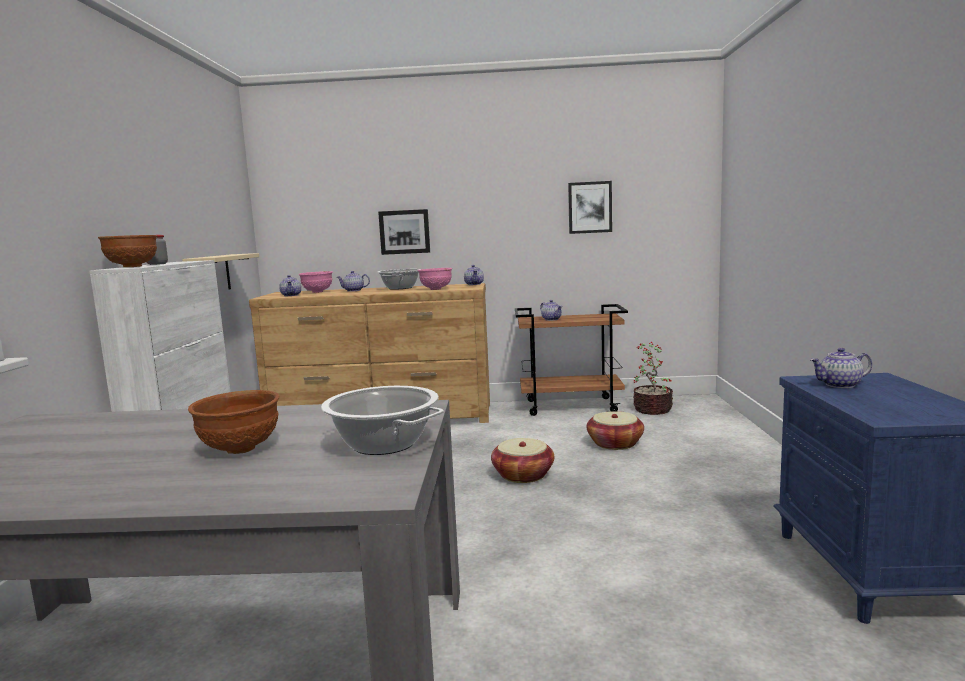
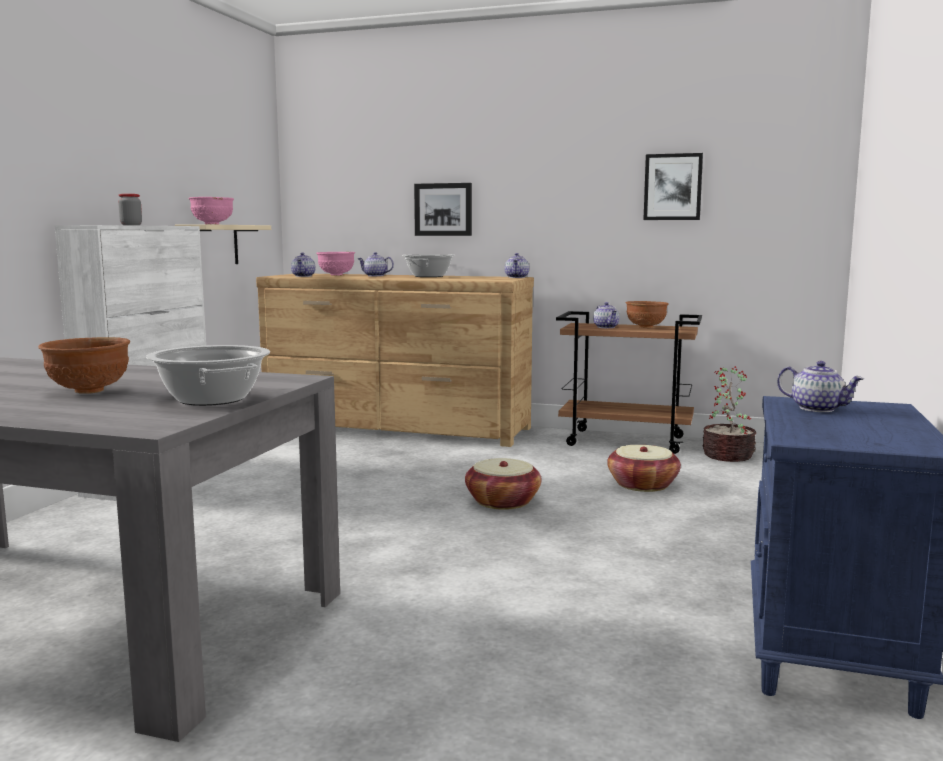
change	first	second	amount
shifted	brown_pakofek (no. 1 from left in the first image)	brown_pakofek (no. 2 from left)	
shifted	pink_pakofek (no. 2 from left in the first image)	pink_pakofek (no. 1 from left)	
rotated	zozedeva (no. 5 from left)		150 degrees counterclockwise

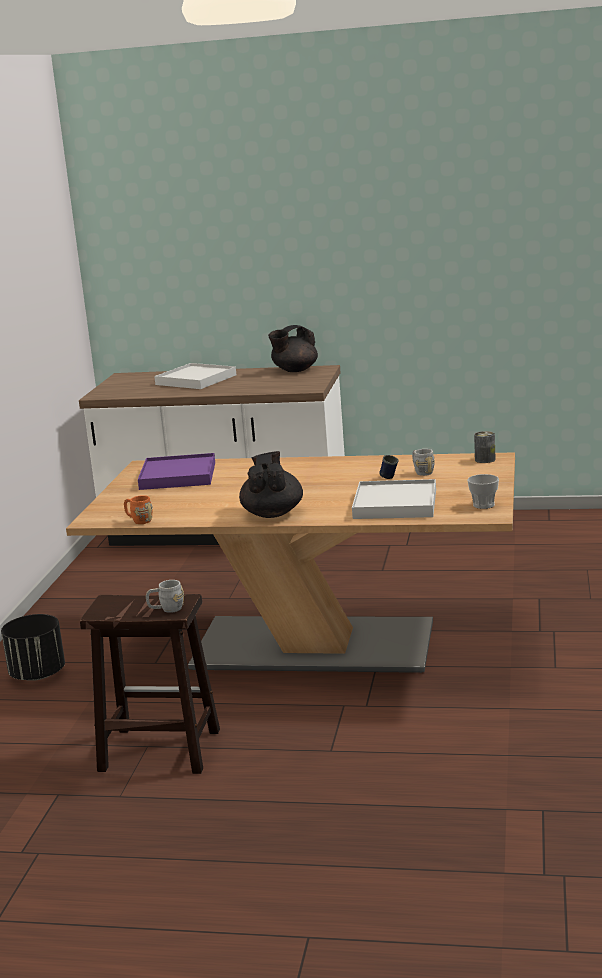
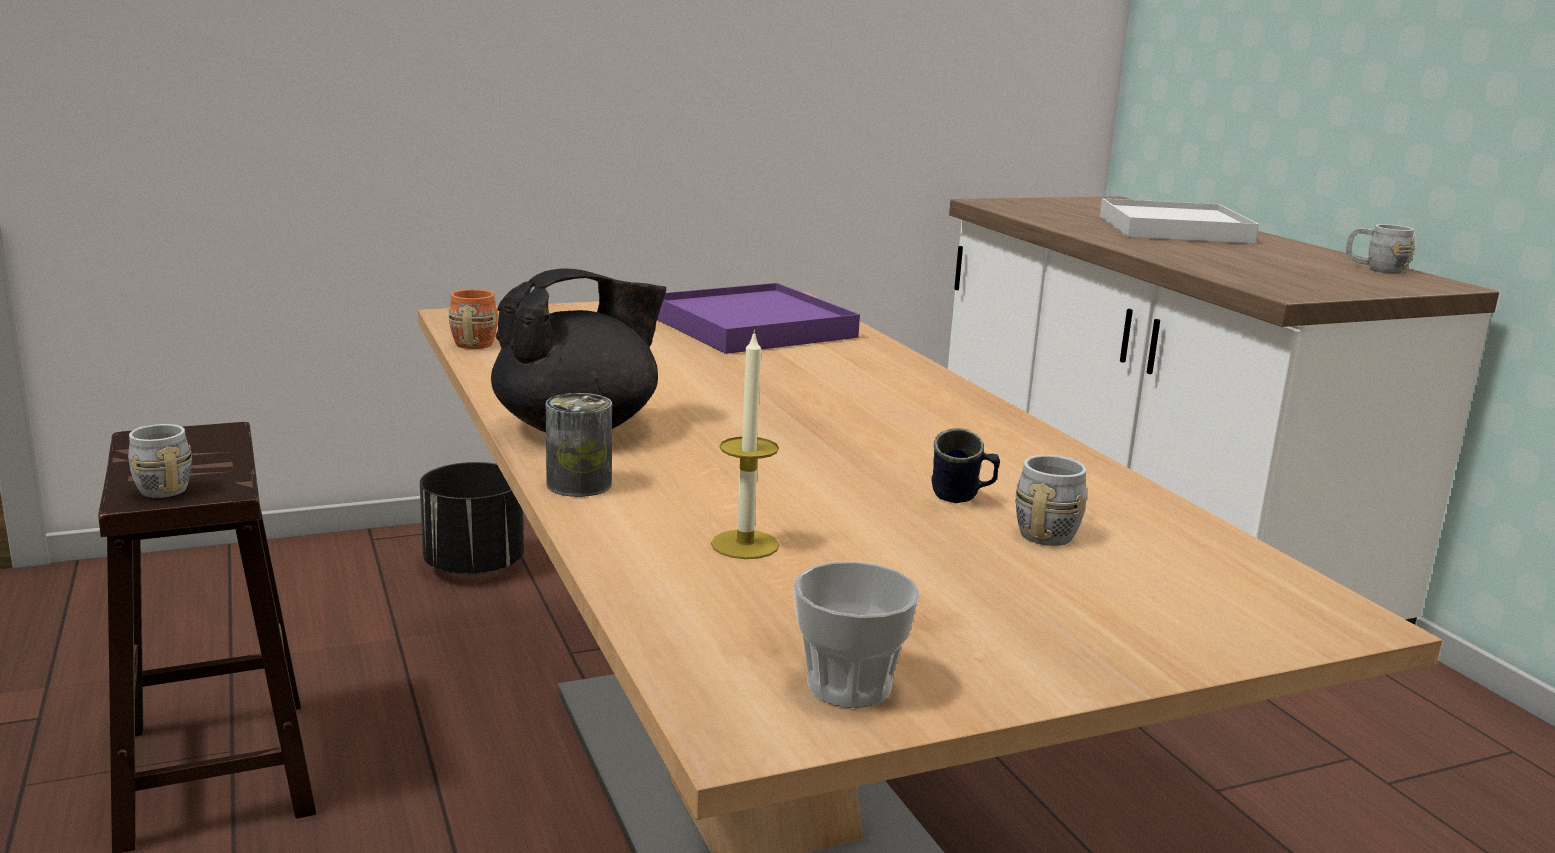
change	first	second	amount
swapped	black_zozedeva (no. 2 from left)	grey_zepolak (no. 3 from left)	
shifted	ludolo		
swapped	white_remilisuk (no. 2 from left)	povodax	

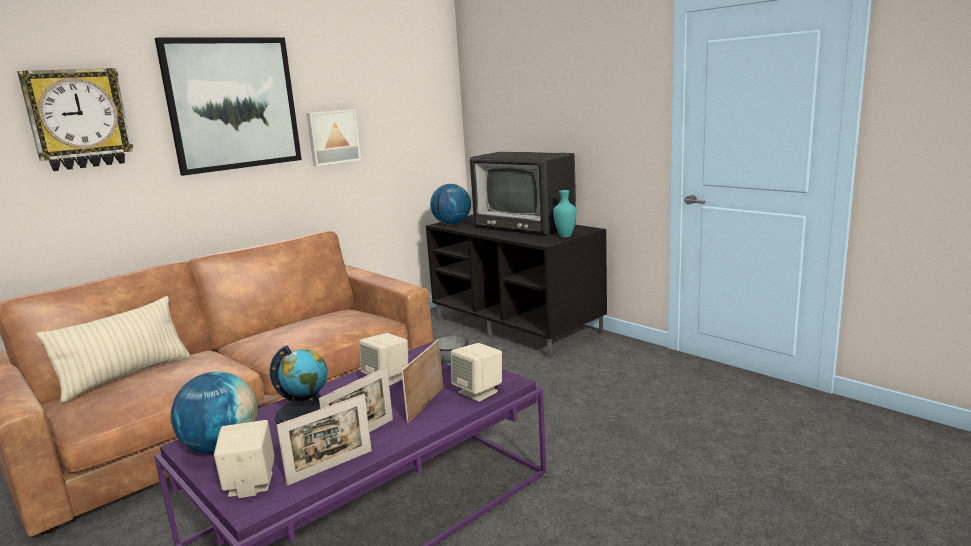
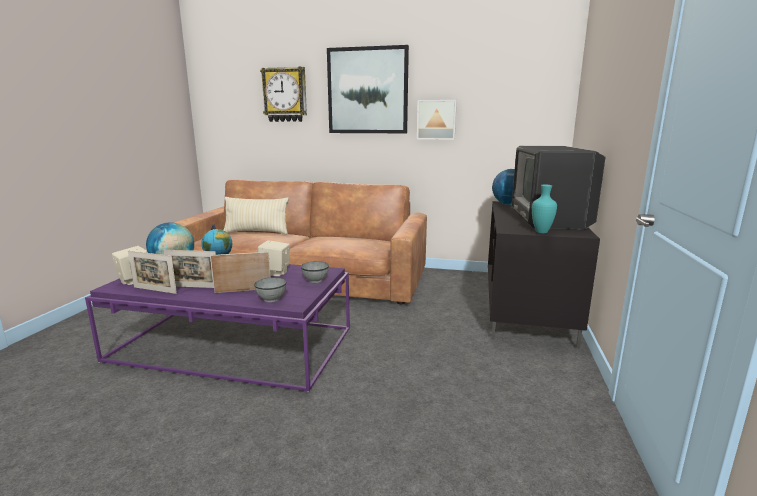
change	first	second	amount
swapped	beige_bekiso (no. 3 from left)	grey_pakofek (no. 1 from left)	

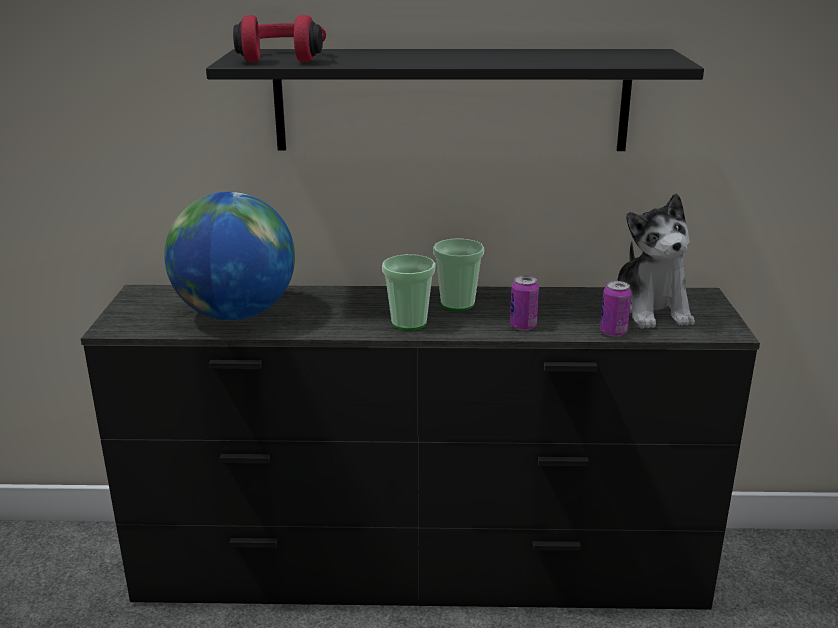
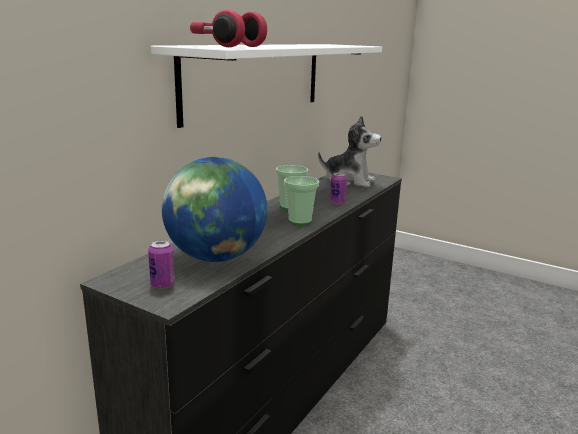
change	first	second	amount
repainted	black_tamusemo	white_tamusemo	
shifted	ludolo (no. 2 from left in the first image)	ludolo (no. 1 from left)	

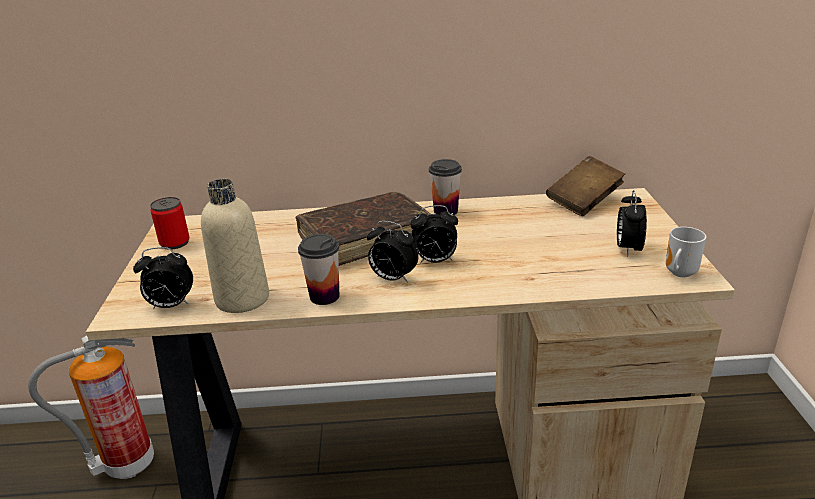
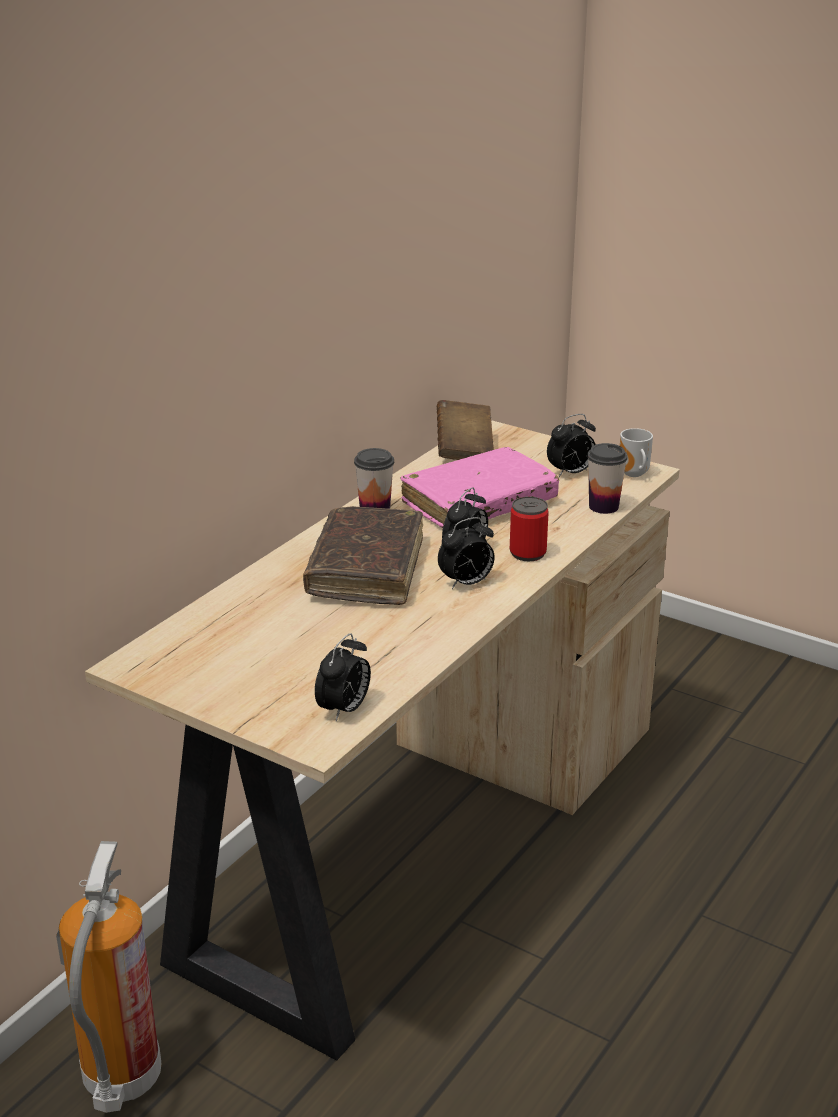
change	first	second	amount
gone	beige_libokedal		
rotated	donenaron (no. 4 from left)		75 degrees counterclockwise
shifted	ludolo		
shifted	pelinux (no. 1 from left in the first image)	pelinux (no. 2 from left)	
new		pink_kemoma	

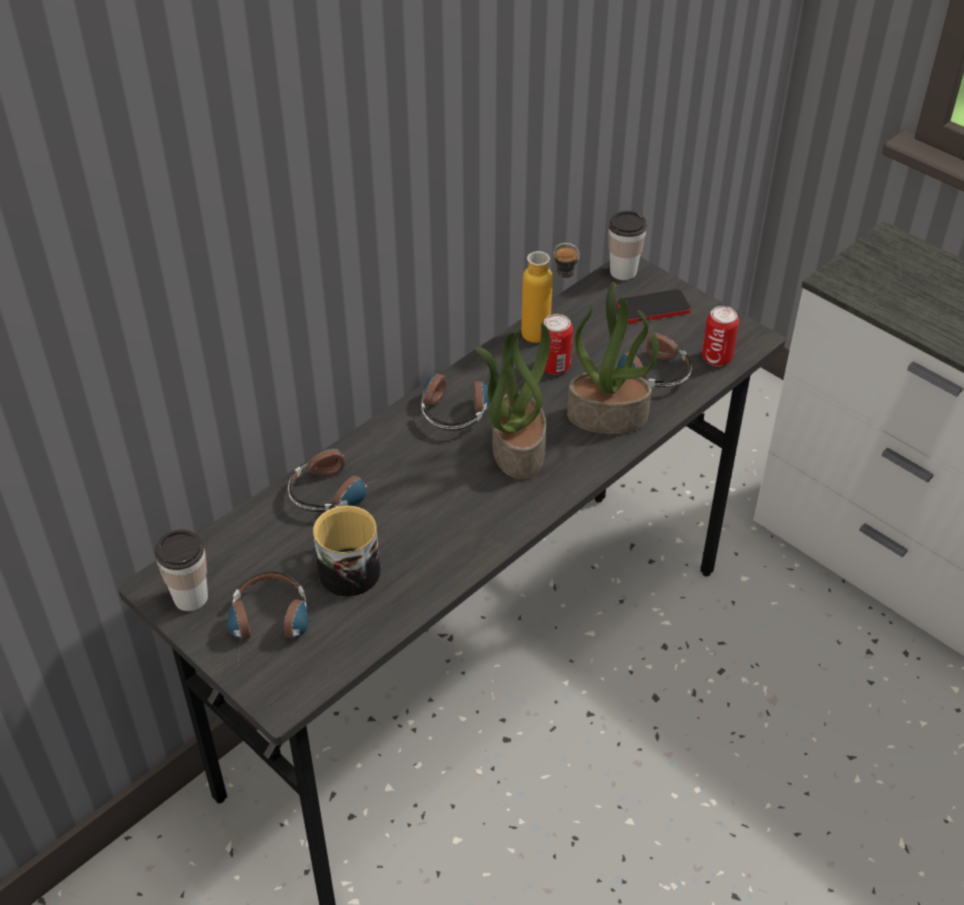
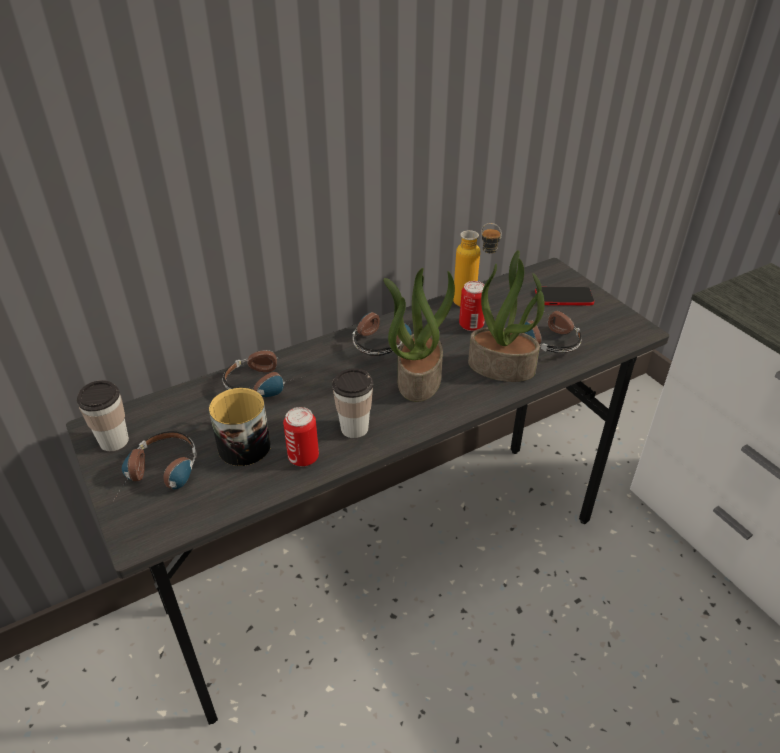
change	first	second	amount
shifted	pelinux (no. 2 from left)		
shifted	ludolo (no. 2 from left in the first image)	ludolo (no. 1 from left)	

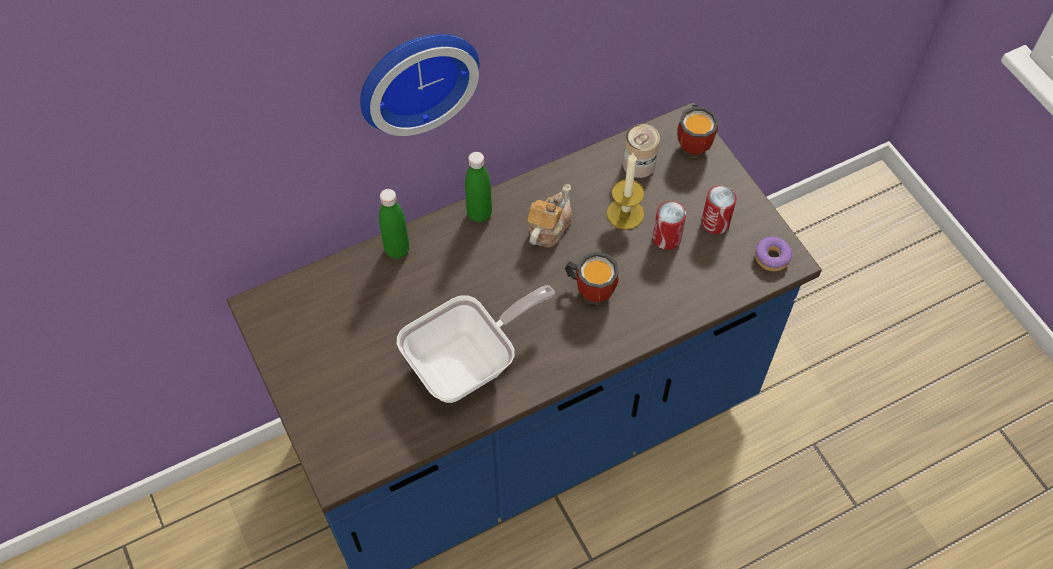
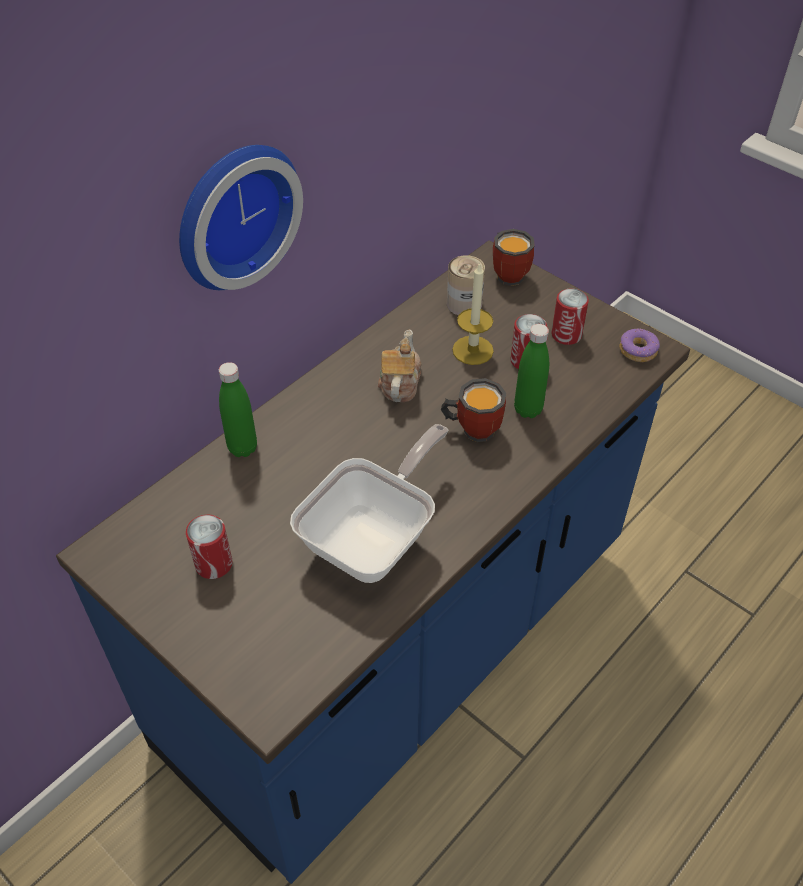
change	first	second	amount
shifted	green_libokedal (no. 2 from left)		
new		ludolo (no. 1 from left)	

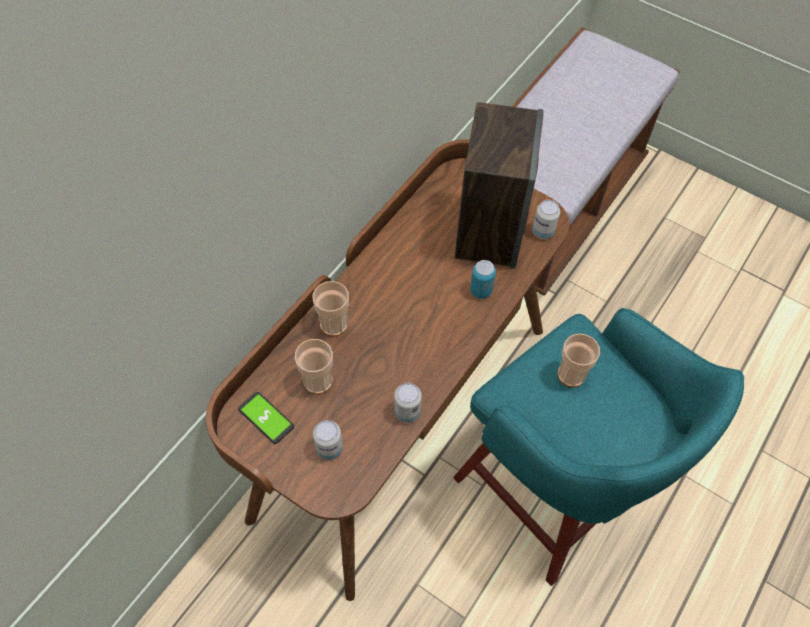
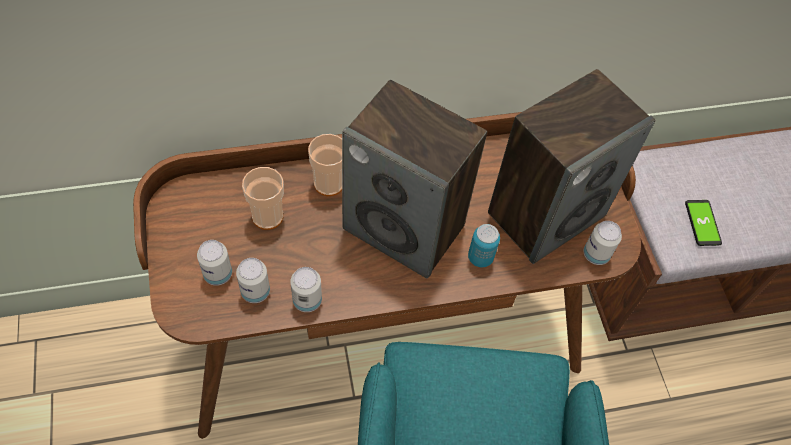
change	first	second	amount
gone	pelinux (no. 3 from left)		
shifted	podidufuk		
new		bekiso (no. 1 from left)	
new		ludolo (no. 2 from left)	

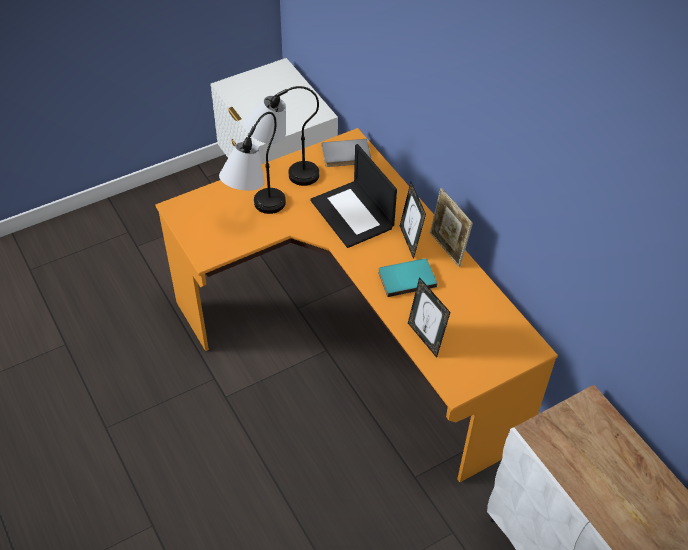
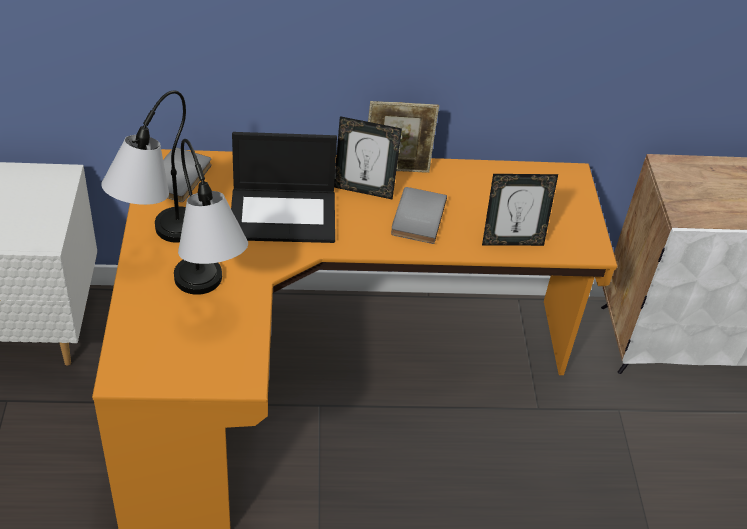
change	first	second	amount
repainted	turquoise_kemoma	grey_kemoma (no. 2 from left)	

